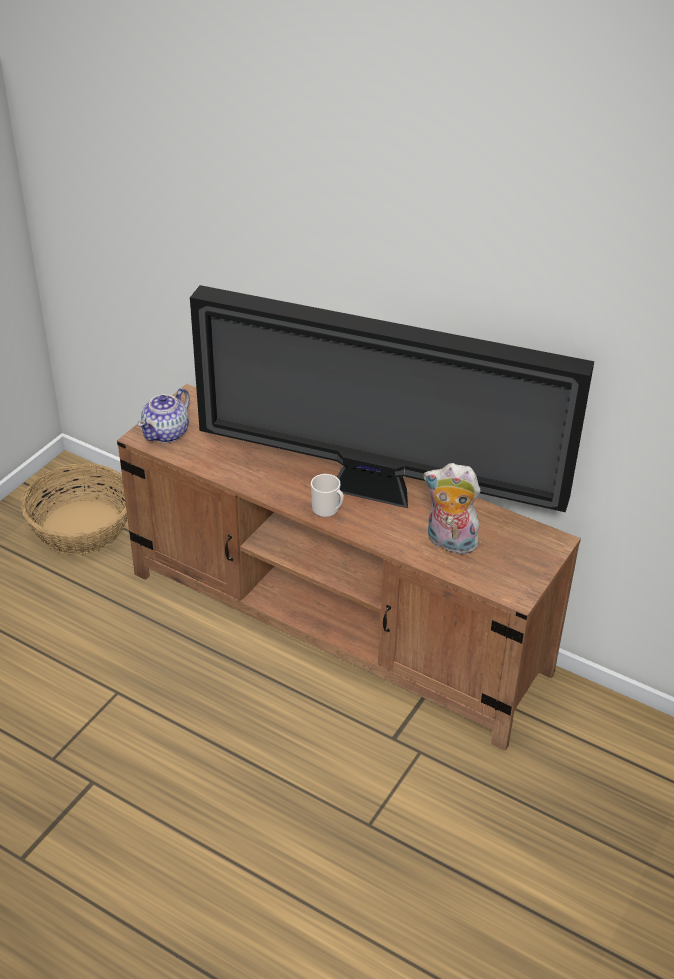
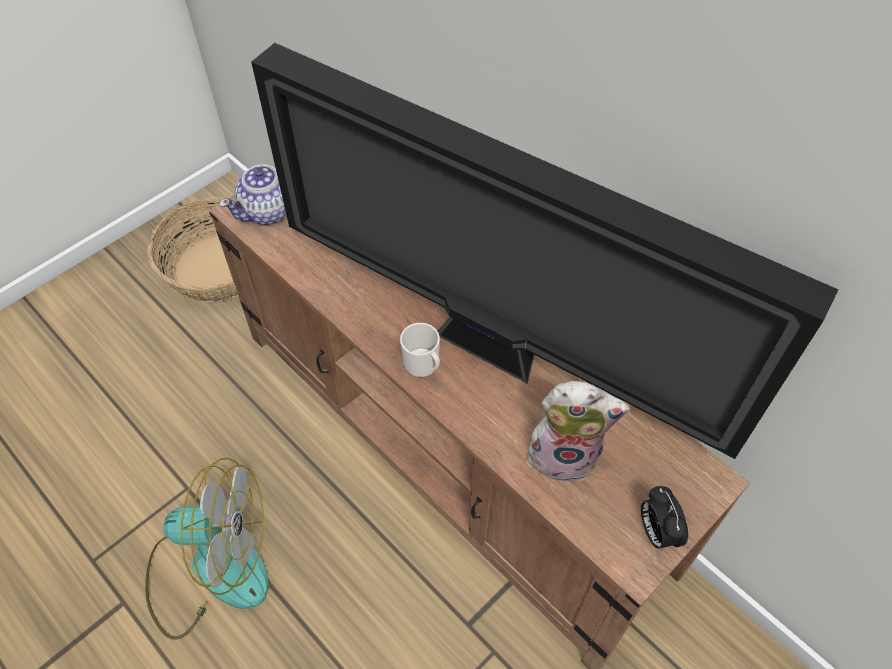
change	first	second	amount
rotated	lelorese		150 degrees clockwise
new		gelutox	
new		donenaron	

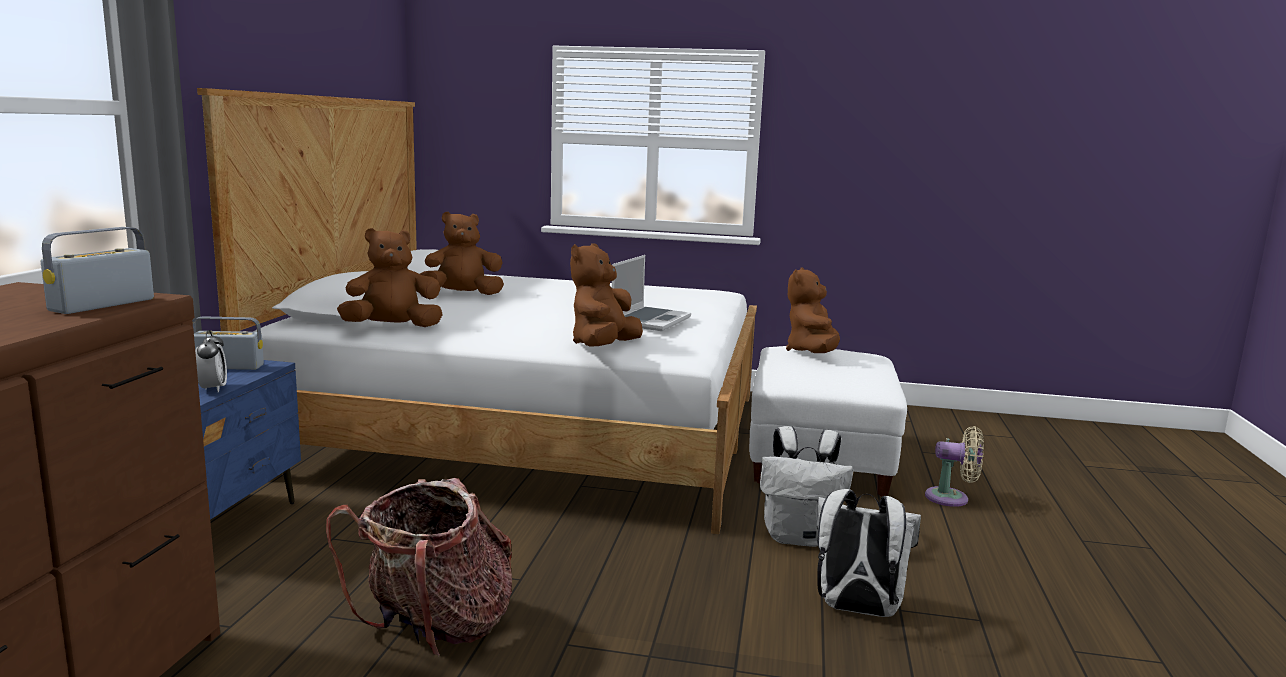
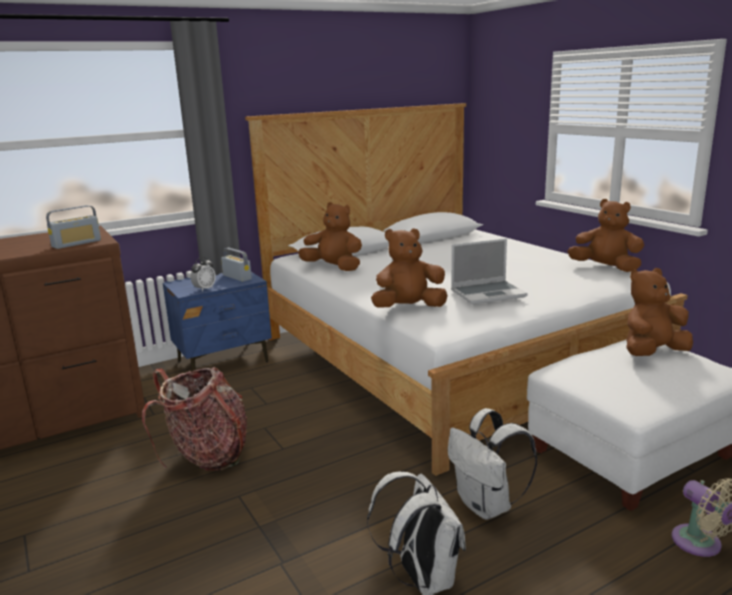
change	first	second	amount
shifted	brown_lelorese (no. 2 from left in the first image)	brown_lelorese (no. 3 from left)	
rotated	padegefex (no. 1 from left)		150 degrees clockwise

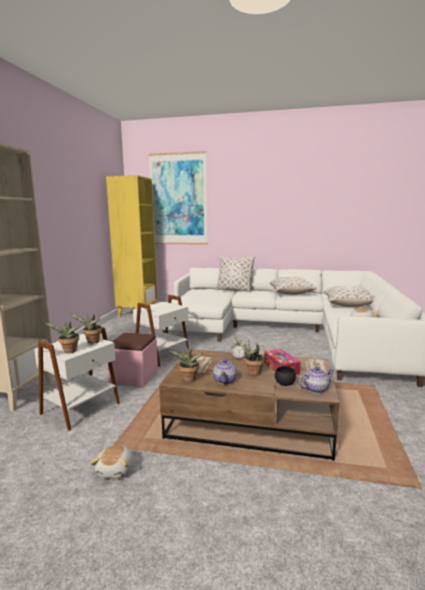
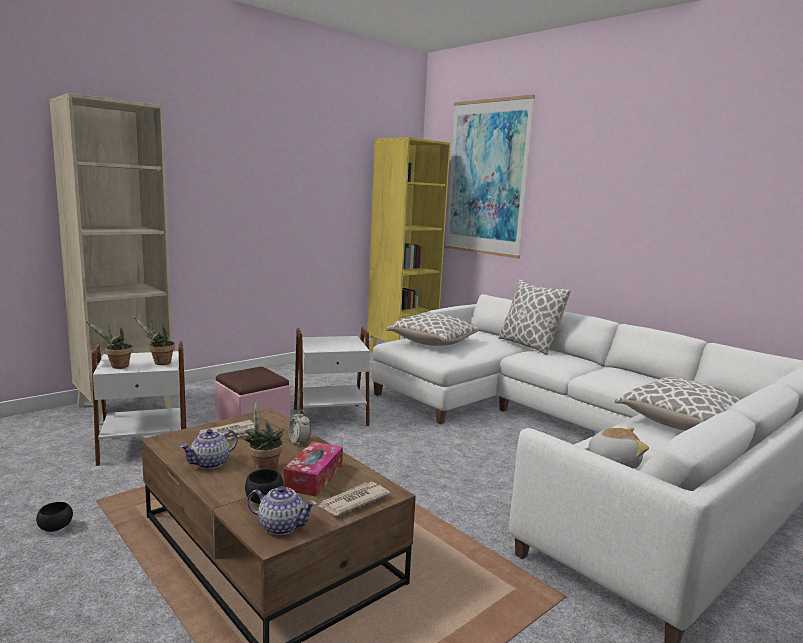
change	first	second	amount
shifted	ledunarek (no. 2 from left in the first image)	ledunarek (no. 1 from left)	
gone	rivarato (no. 3 from left)		
swapped	lelorese (no. 1 from left)	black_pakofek (no. 1 from left)	

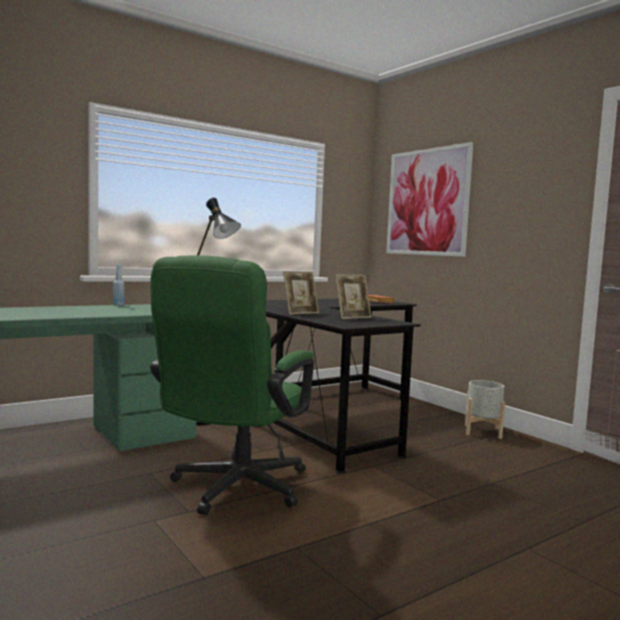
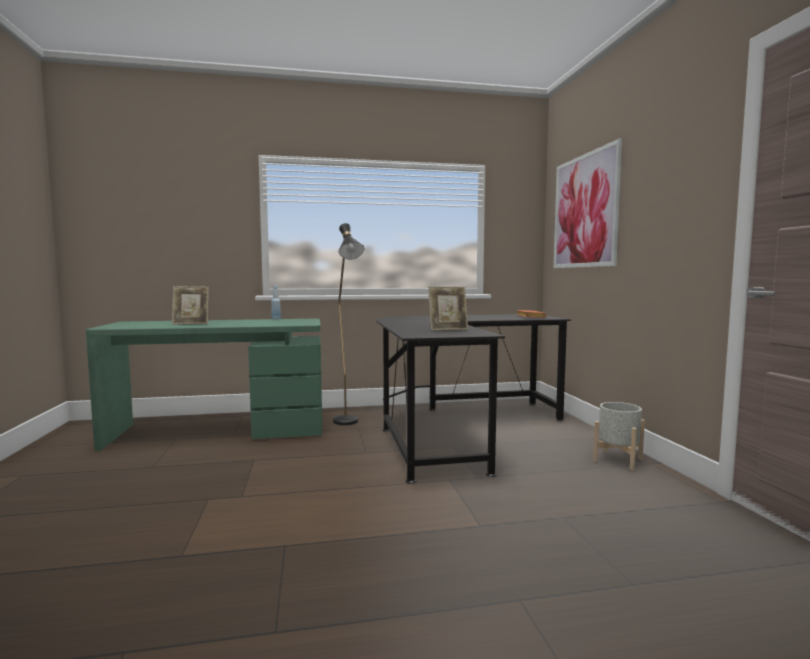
change	first	second	amount
gone	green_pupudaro		
shifted	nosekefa (no. 1 from left)		

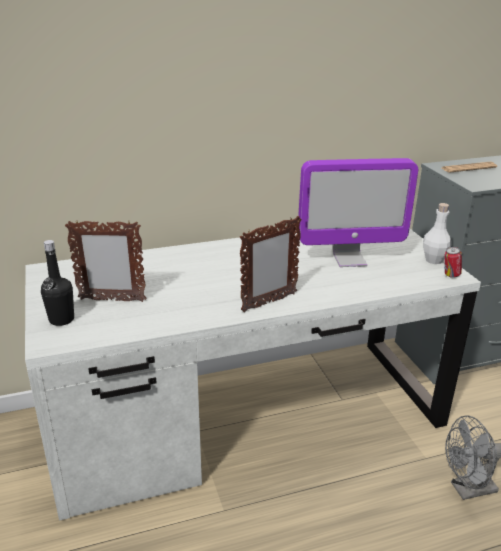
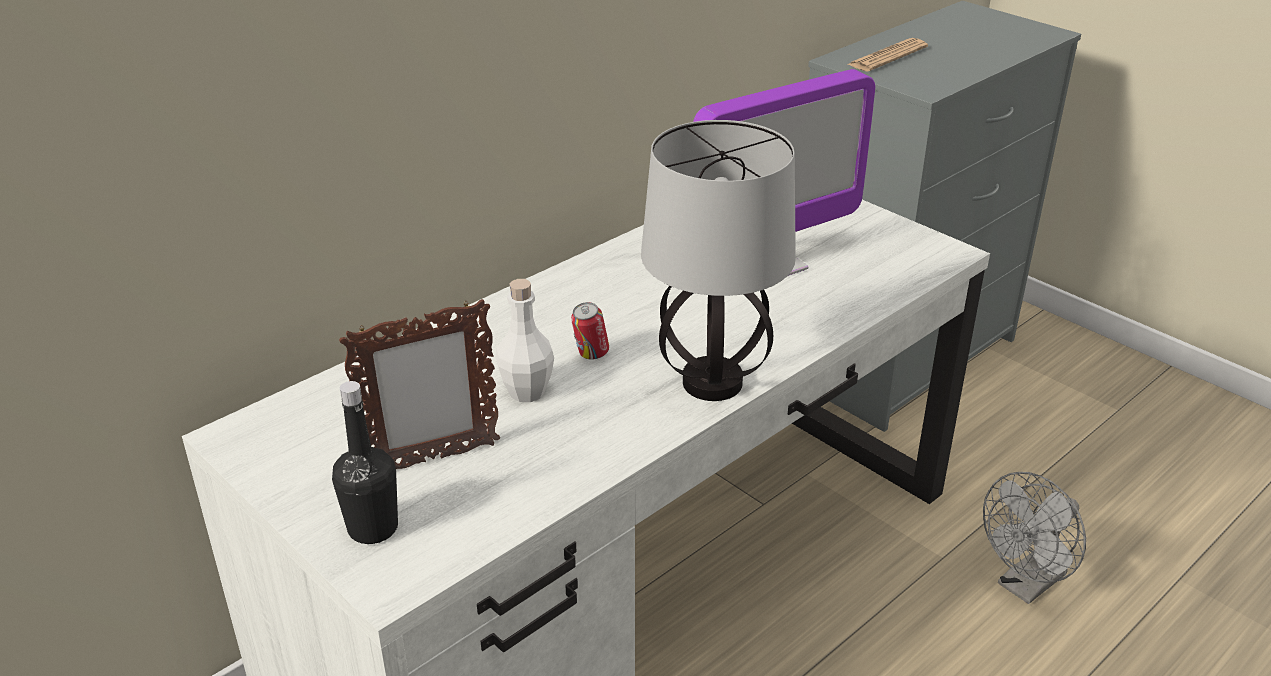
change	first	second	amount
shifted	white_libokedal		
swapped	nosekefa (no. 2 from left)	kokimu	
shifted	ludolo		

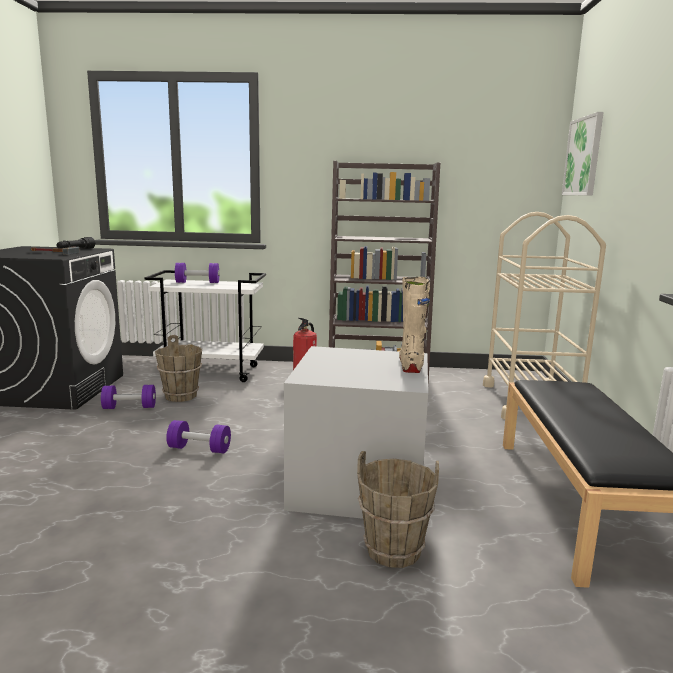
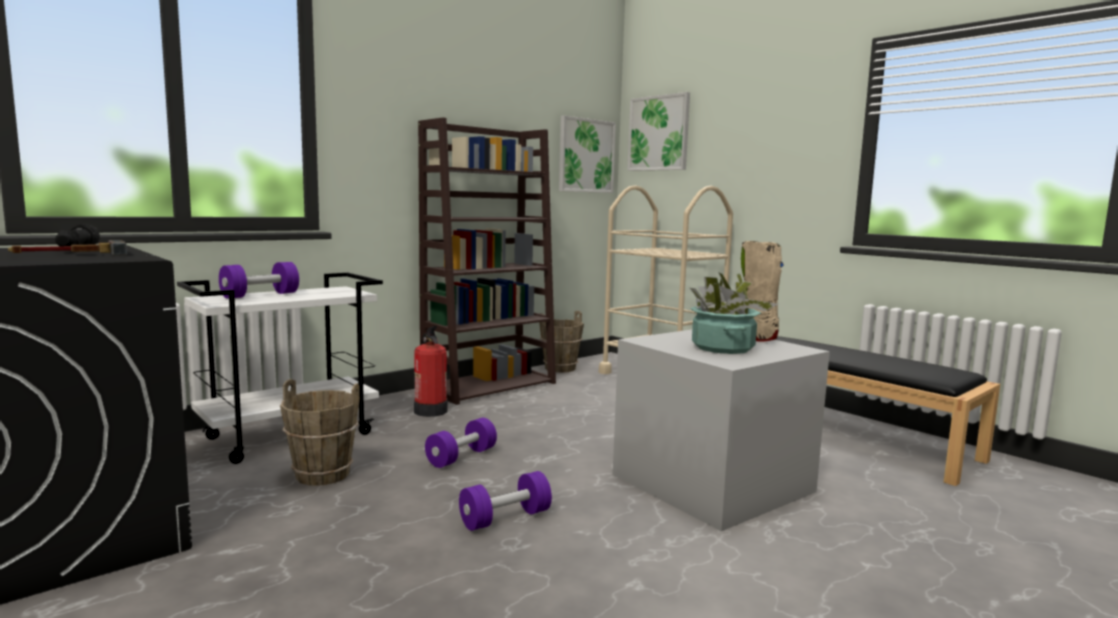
change	first	second	amount
shifted	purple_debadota (no. 1 from left in the first image)	purple_debadota (no. 2 from left)	
shifted	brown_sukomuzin (no. 2 from left)		
new		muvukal (no. 1 from left)	
new		rivarato	

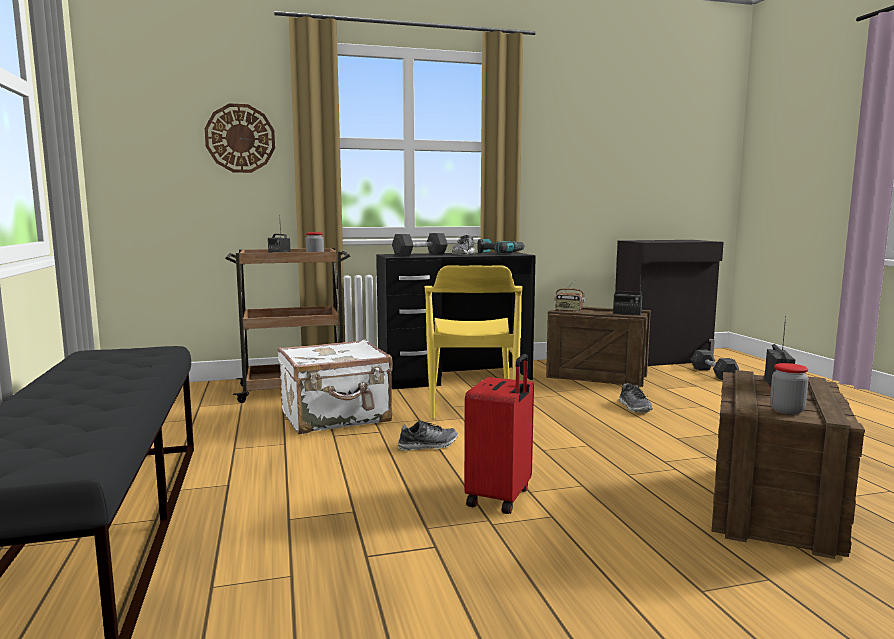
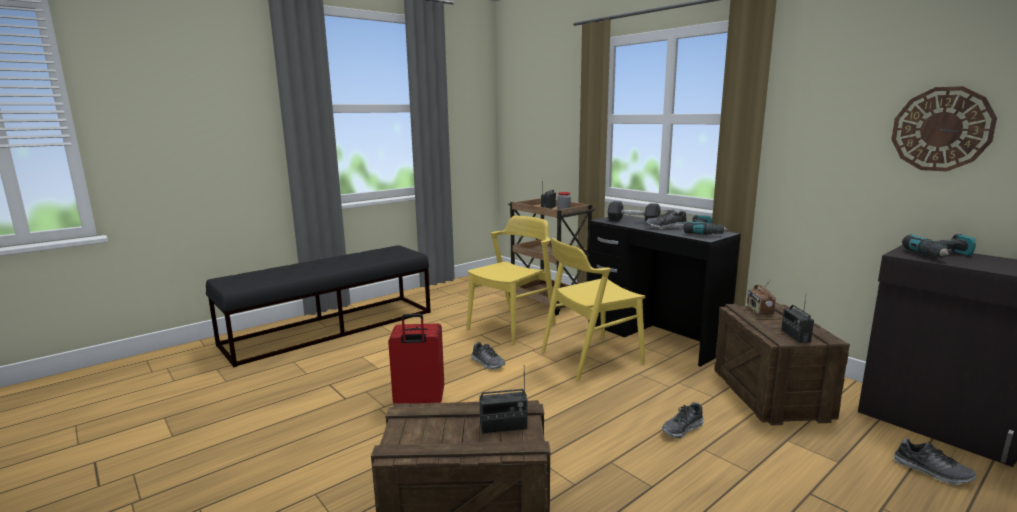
change	first	second	amount
shifted	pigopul		
swapped	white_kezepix	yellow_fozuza (no. 1 from left)	
swapped	grey_debadota (no. 2 from left)	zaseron (no. 4 from left)	
gone	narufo (no. 2 from left)		
new		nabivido (no. 2 from left)	

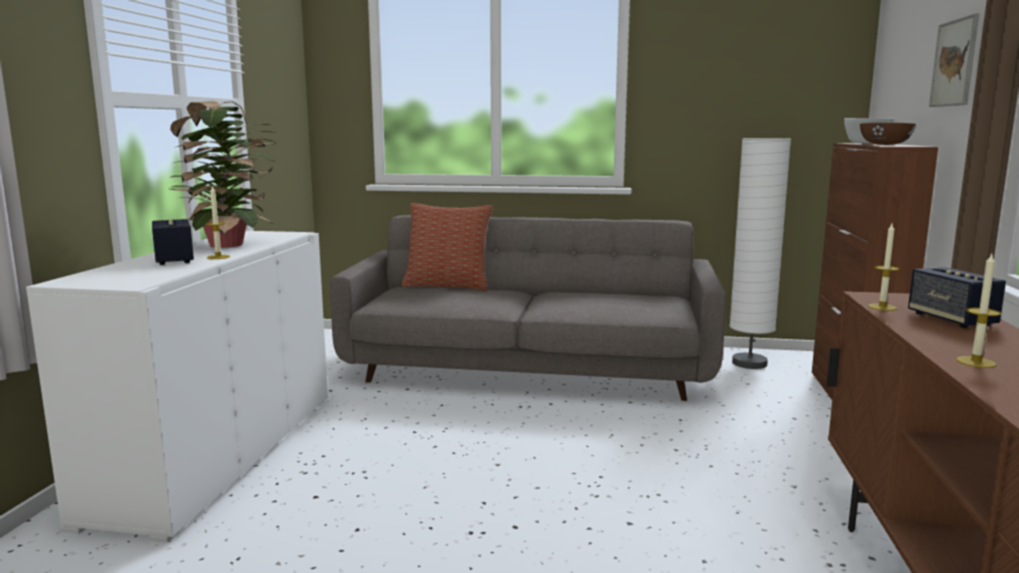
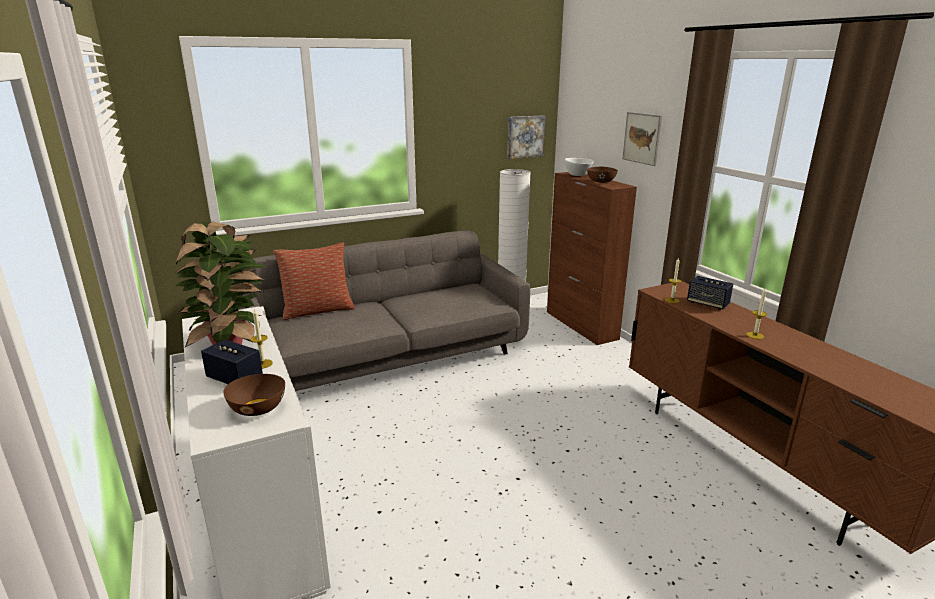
change	first	second	amount
new		muvukal (no. 1 from left)	
new		brown_pakofek (no. 1 from left)	

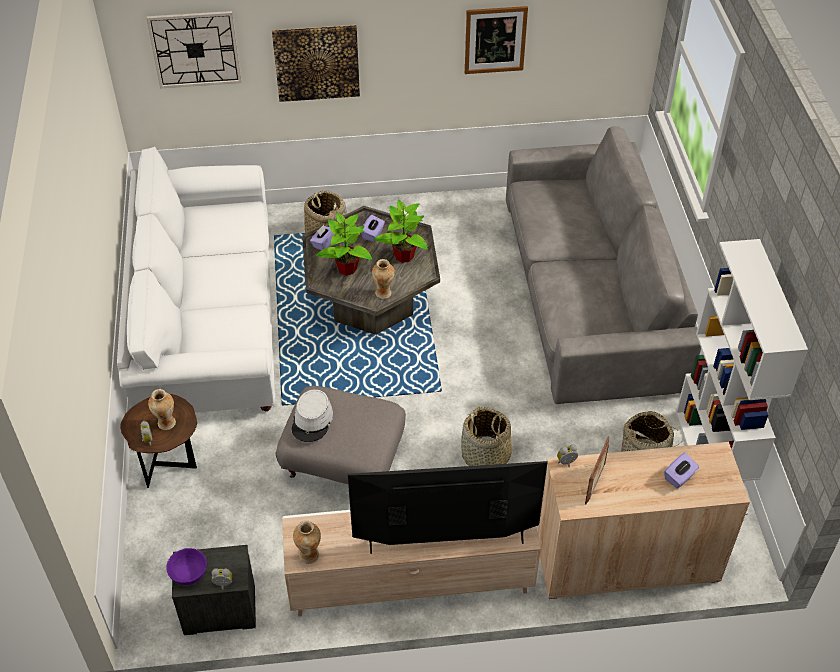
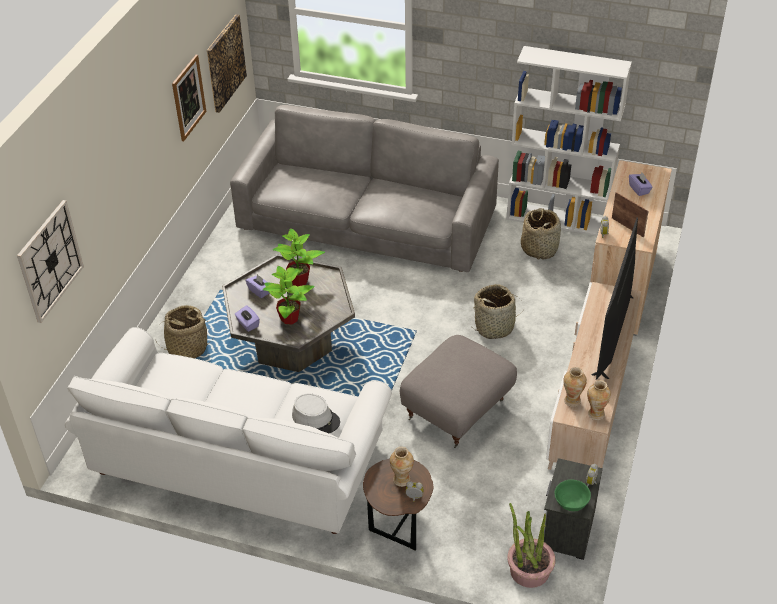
change	first	second	amount
shifted	muvukal (no. 1 from left in the first image)	muvukal (no. 2 from left)	
shifted	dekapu (no. 3 from left in the first image)	dekapu (no. 2 from left)	
shifted	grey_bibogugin		
repainted	purple_pakofek	green_pakofek	
new		rivarato (no. 3 from left)	

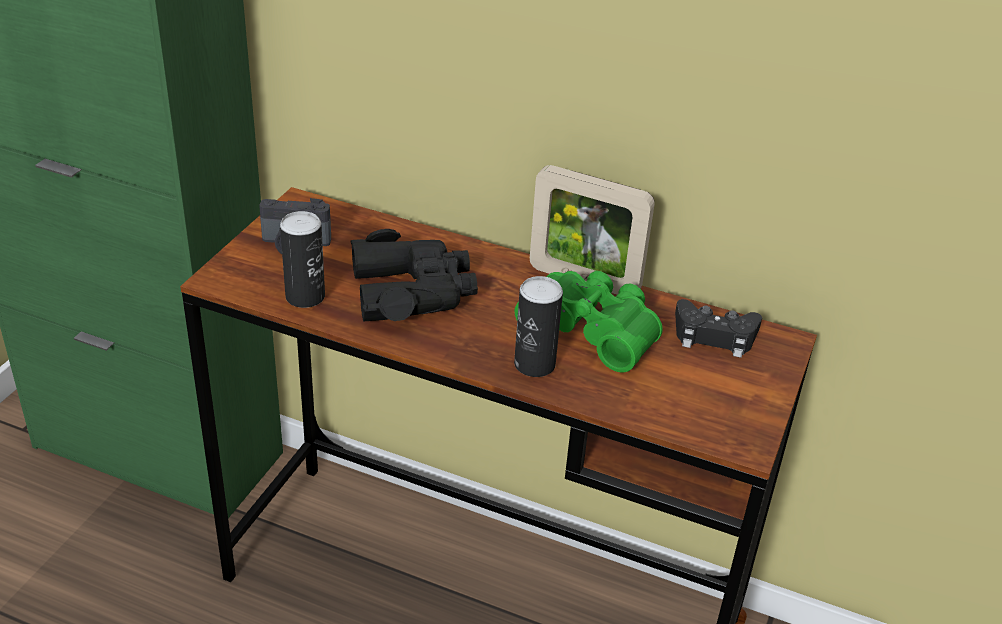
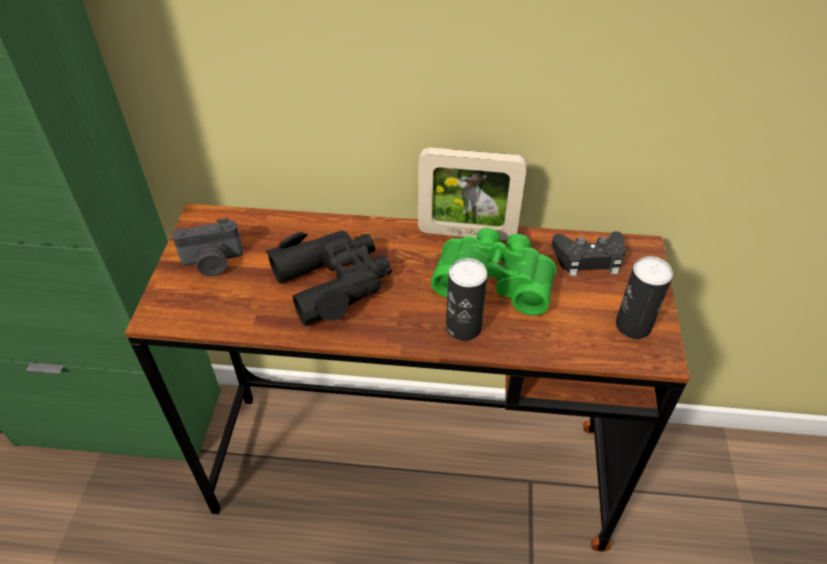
change	first	second	amount
shifted	ludolo (no. 1 from left in the first image)	ludolo (no. 2 from left)	

